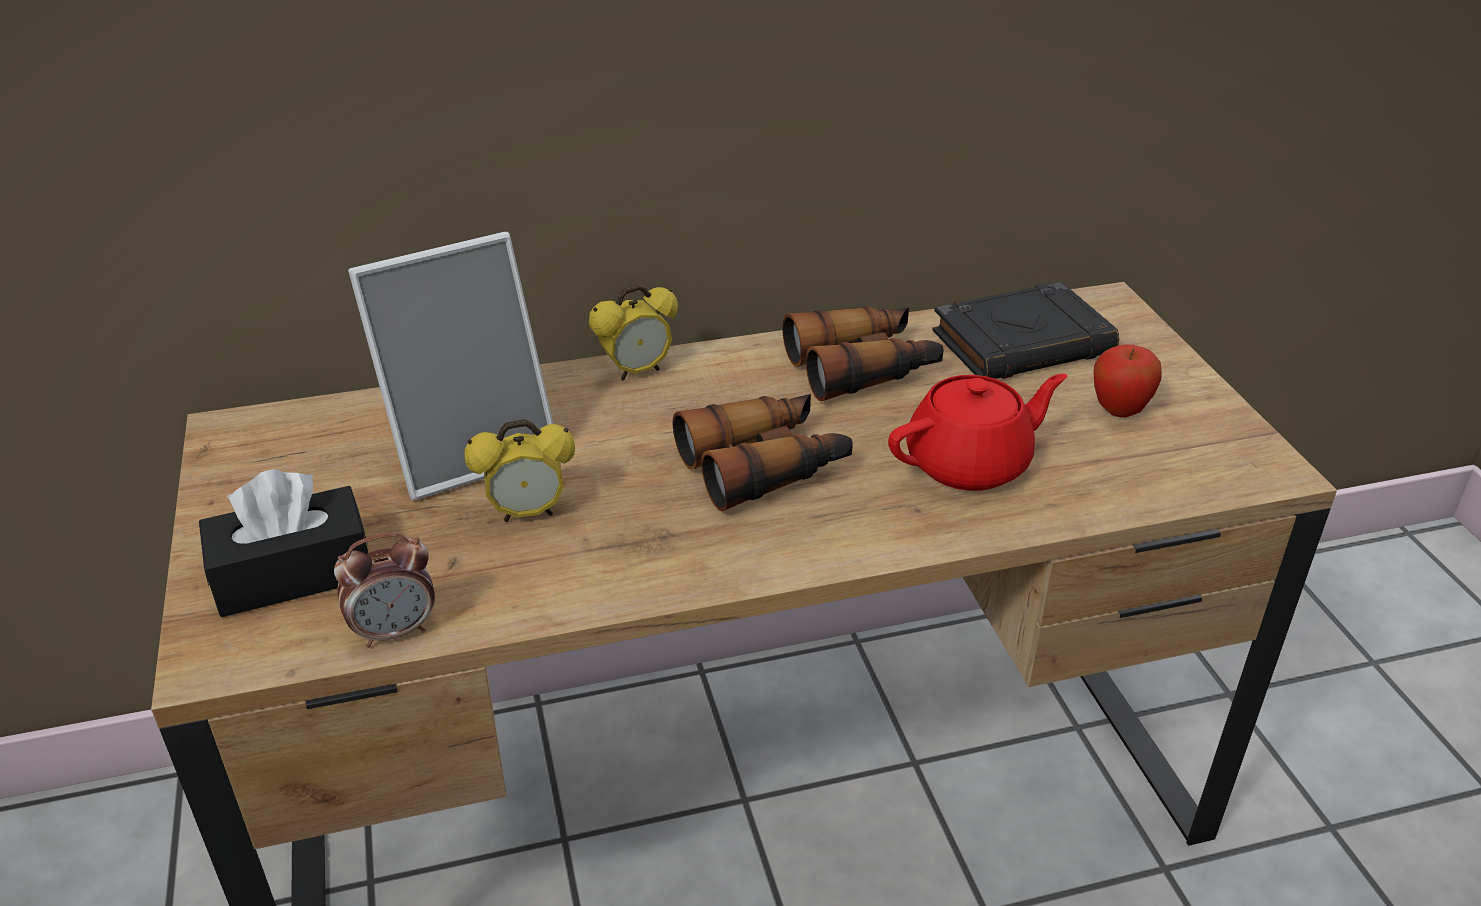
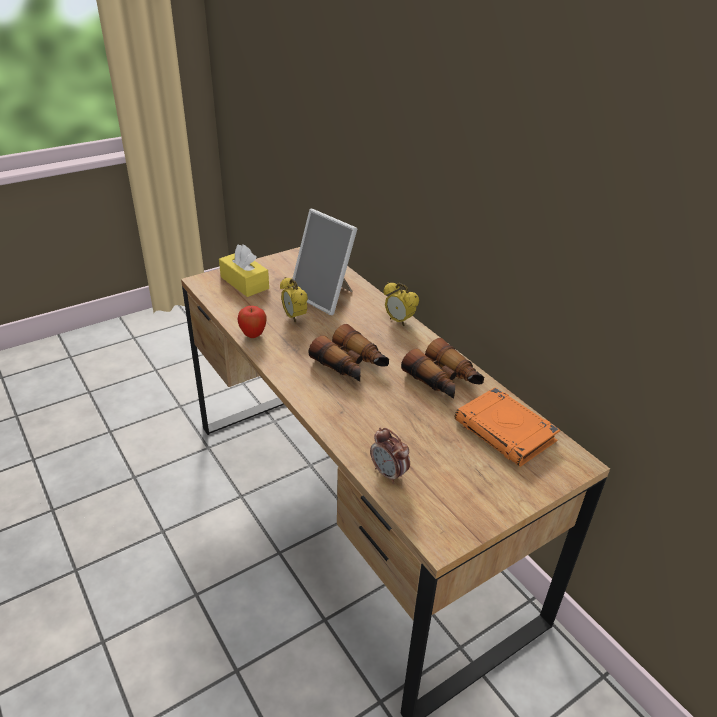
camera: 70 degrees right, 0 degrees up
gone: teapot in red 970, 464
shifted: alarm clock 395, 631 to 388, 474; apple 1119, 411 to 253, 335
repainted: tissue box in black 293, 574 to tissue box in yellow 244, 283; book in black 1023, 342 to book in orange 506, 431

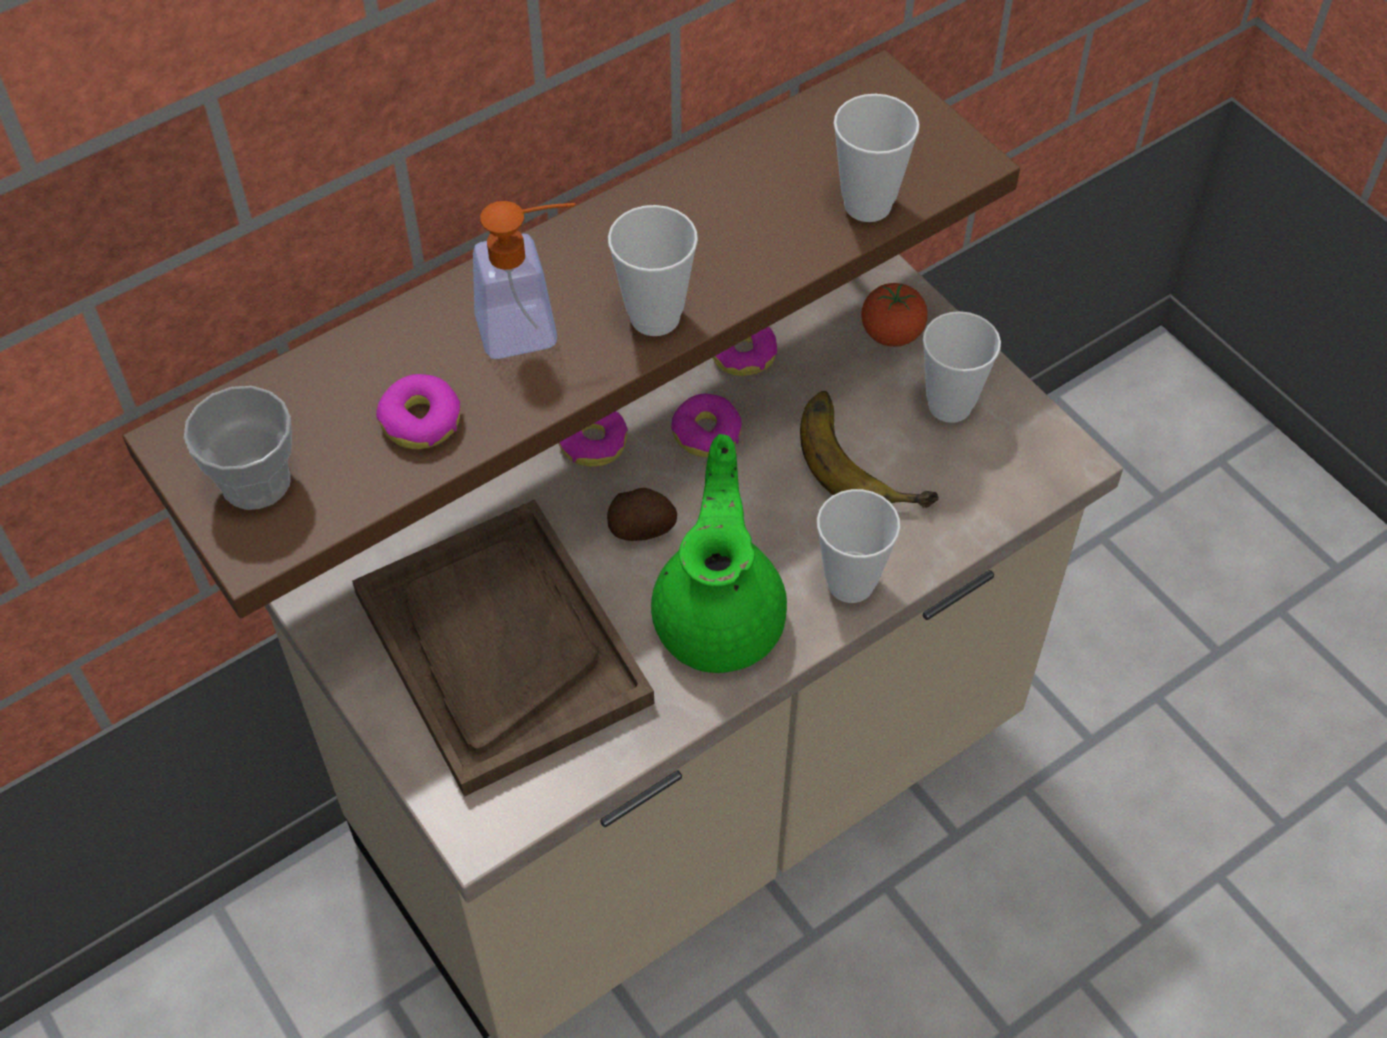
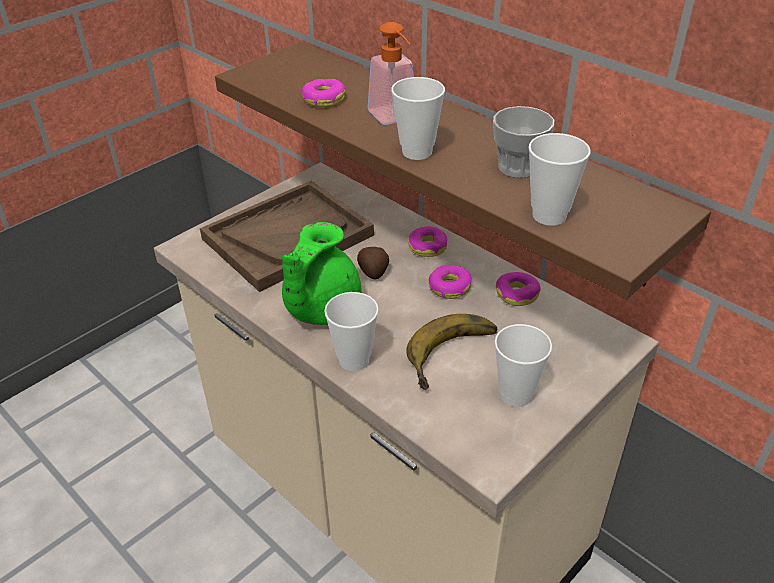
camera: 80 degrees right, 15 degrees down
gone: tomato 891, 334
shifted: cup 256, 481 to 518, 167
rotated: teapot in green 721, 616 = 319, 309 120 degrees clockwise

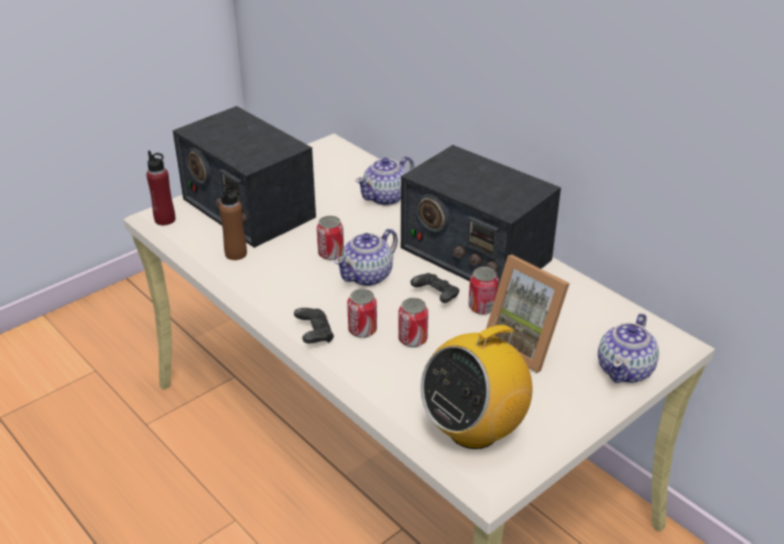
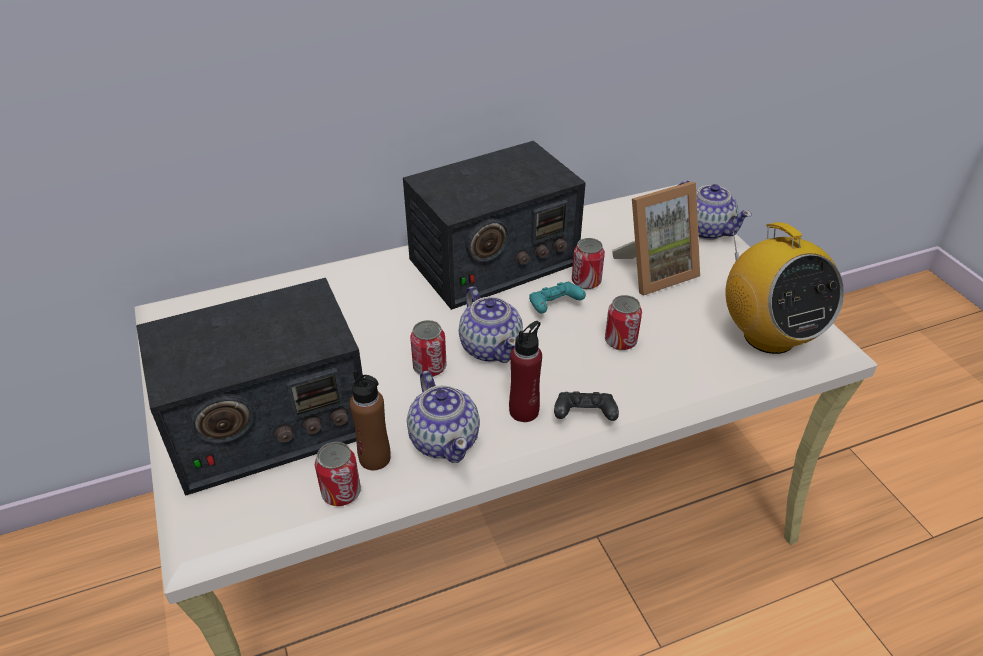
camera: 70 degrees left, 5 degrees up
shifted: bottle in red 165, 219 to 524, 411; can 362, 330 to 341, 492; teapot 386, 197 to 445, 439
repainted: game controller in black 436, 296 to game controller in turquoise 554, 307

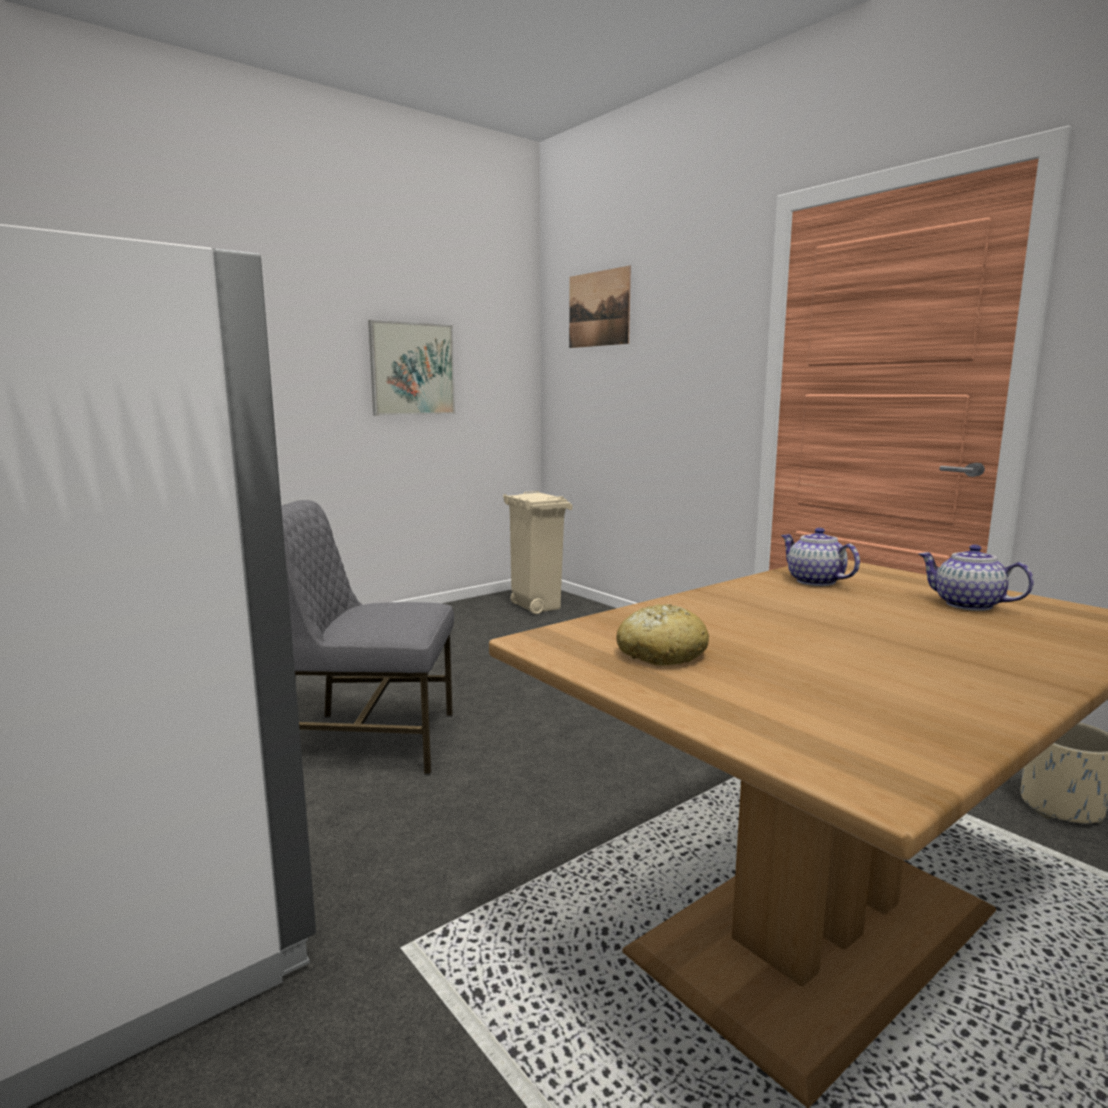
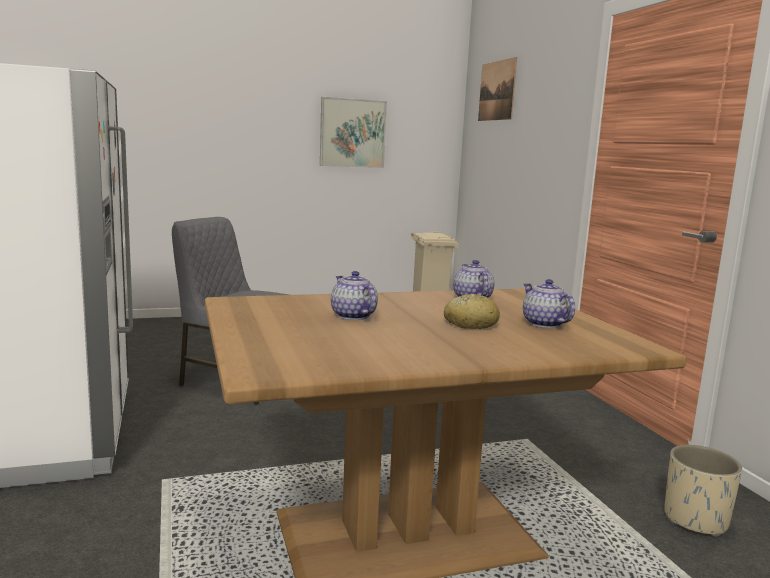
camera: 20 degrees right, 0 degrees up
new: teapot 352, 316
shifted: bread 661, 654 to 470, 324

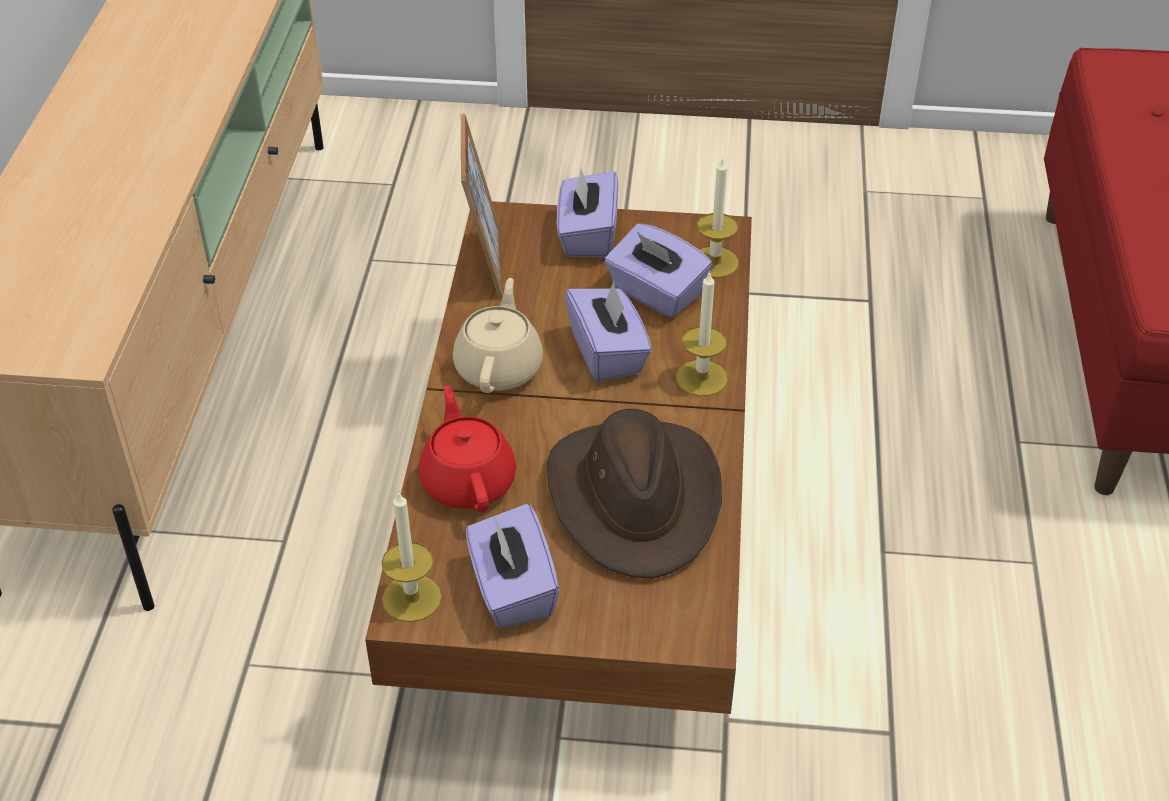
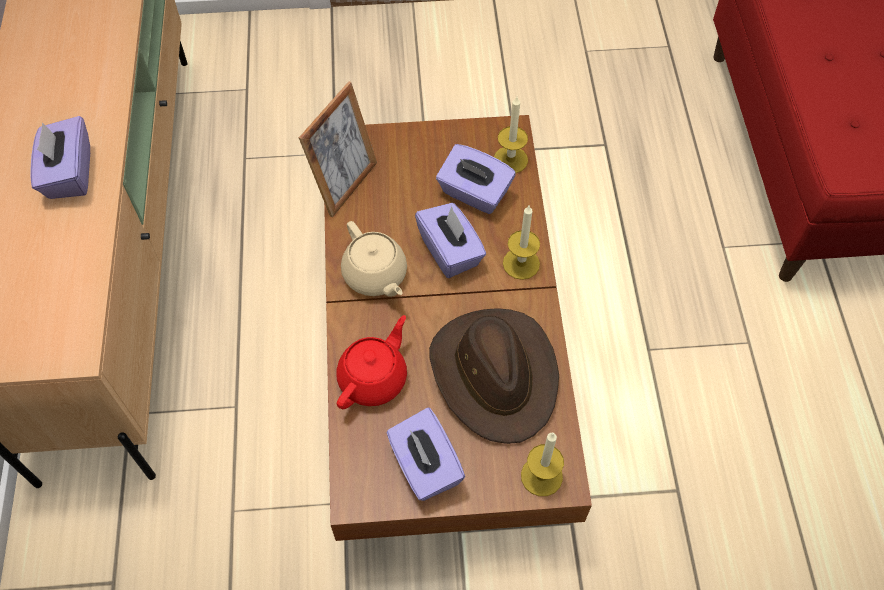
camera: 10 degrees left, 15 degrees up
shifted: candle 411, 598 to 541, 476; tissue box in purple 587, 236 to 69, 174
rotated: teapot in red 468, 481 = 374, 378 60 degrees clockwise; teapot in beige 499, 367 = 375, 275 150 degrees clockwise; picture frame 485, 264 = 345, 185 45 degrees clockwise

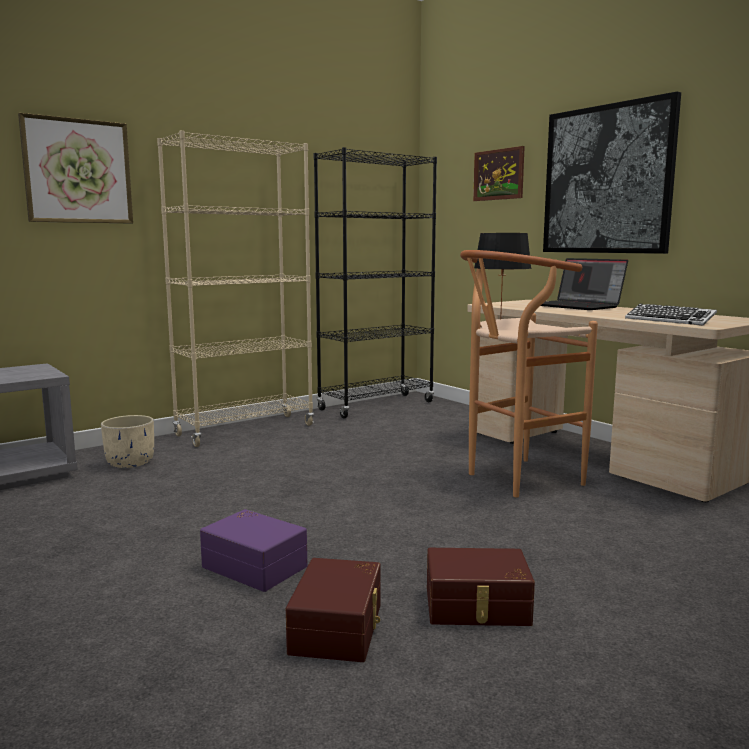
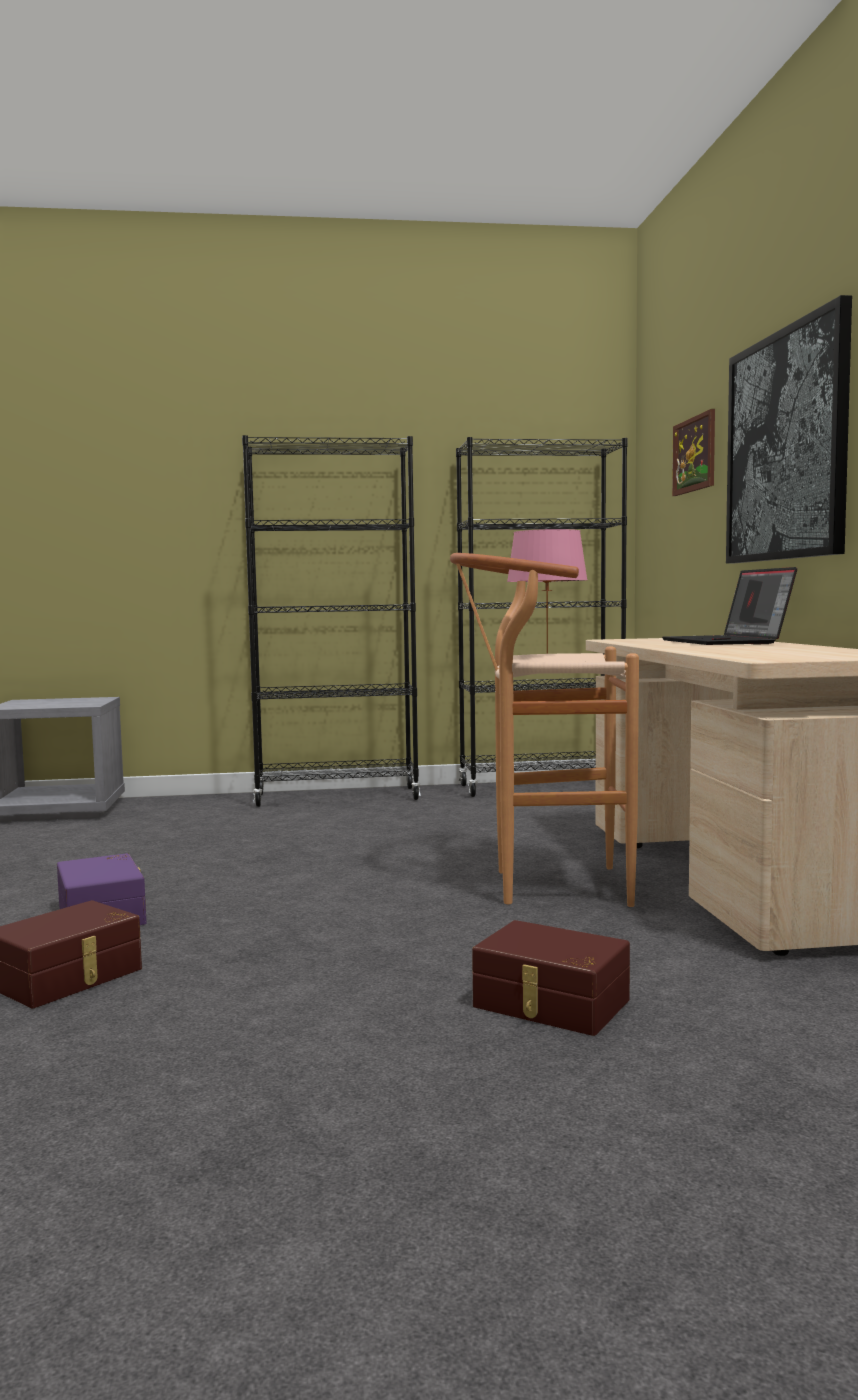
camera: 30 degrees right, 5 degrees down
gone: picture 78, 171; planter in beige 131, 462; keyboard 669, 320
shifted: storage box in brown 477, 607 to 550, 1004
repainted: bookcase in beige 245, 430 to bookcase in black 337, 797; table lamp in black 501, 319 to table lamp in pink 548, 653

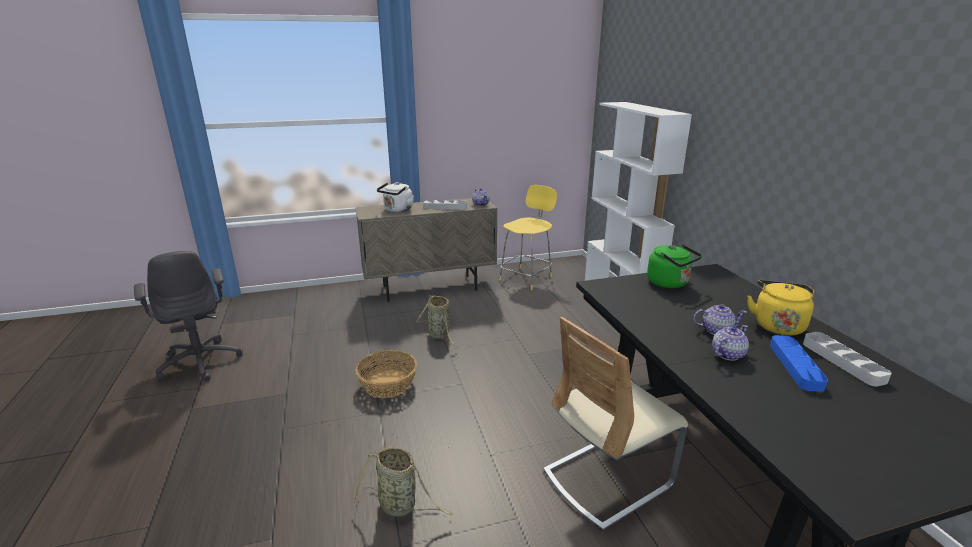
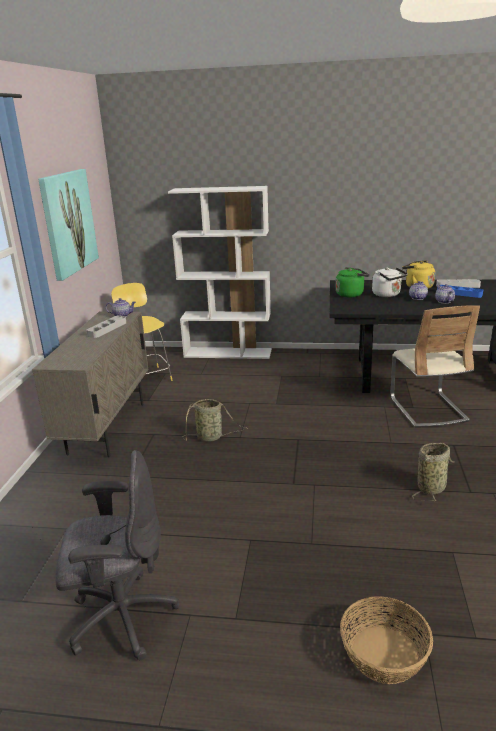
camera: 65 degrees left, 0 degrees up
new: picture 68, 222
shifted: basket 388, 384 to 383, 653; kettle in white 397, 210 to 388, 295

